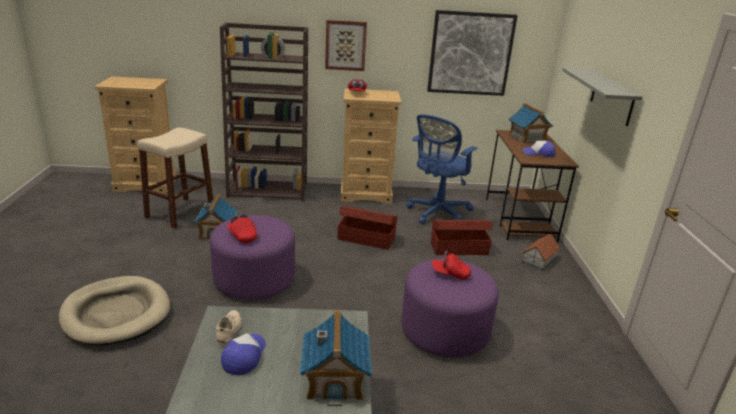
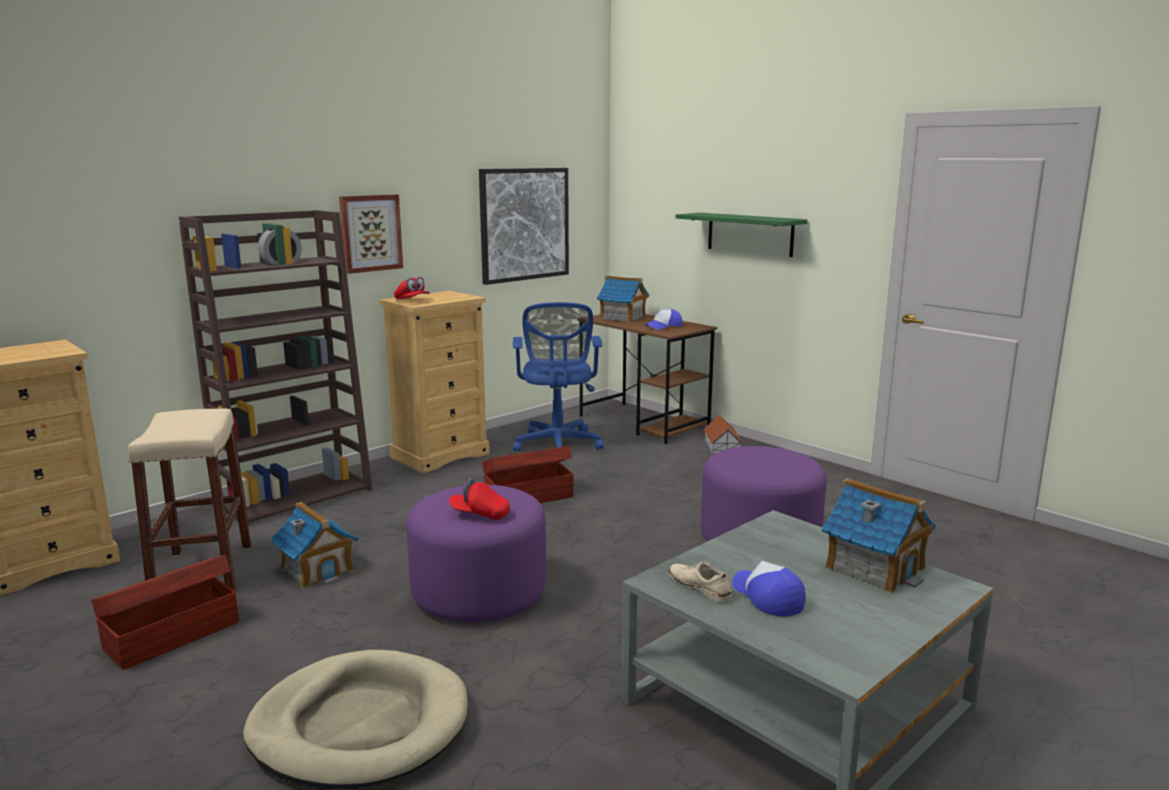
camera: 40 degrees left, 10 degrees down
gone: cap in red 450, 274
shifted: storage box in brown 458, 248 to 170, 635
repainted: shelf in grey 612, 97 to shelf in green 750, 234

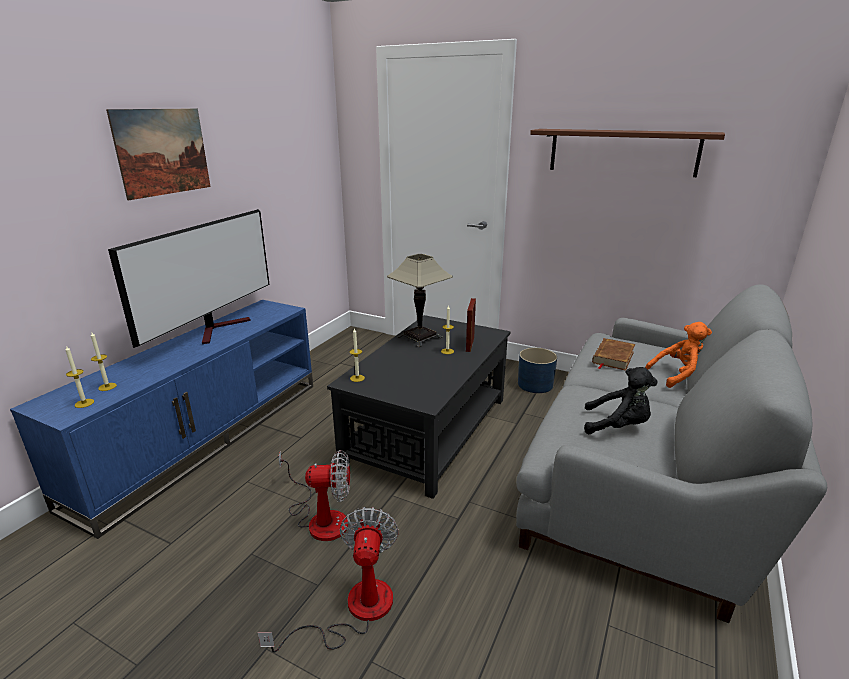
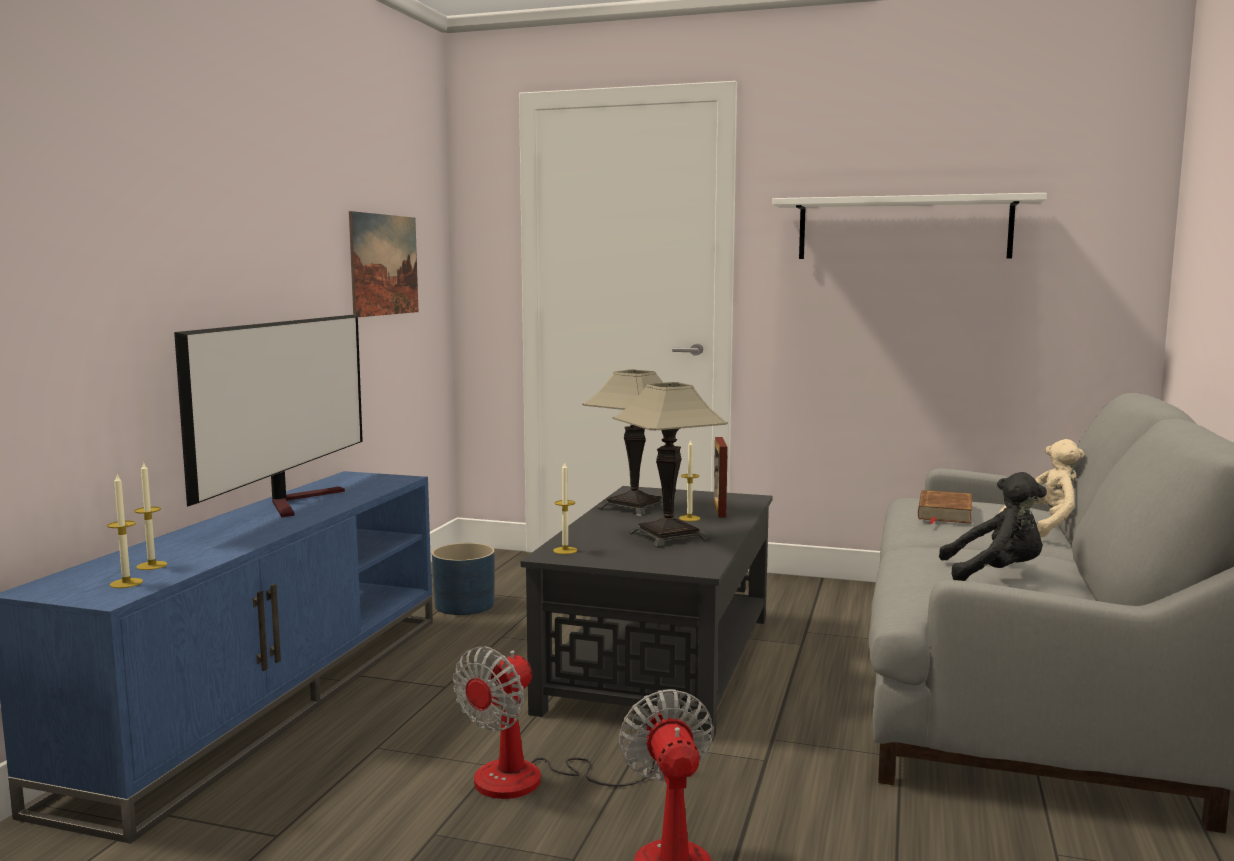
camera: 10 degrees left, 15 degrees down
new: table lamp 668, 536
shifted: picture 163, 152 to 384, 265; planter in blue 535, 384 to 465, 605
repainted: shelf in brown 622, 152 to shelf in white 903, 229; plush toy in orange 678, 375 to plush toy in beige 1047, 526
rotated: fan 320, 518 = 534, 779 135 degrees clockwise

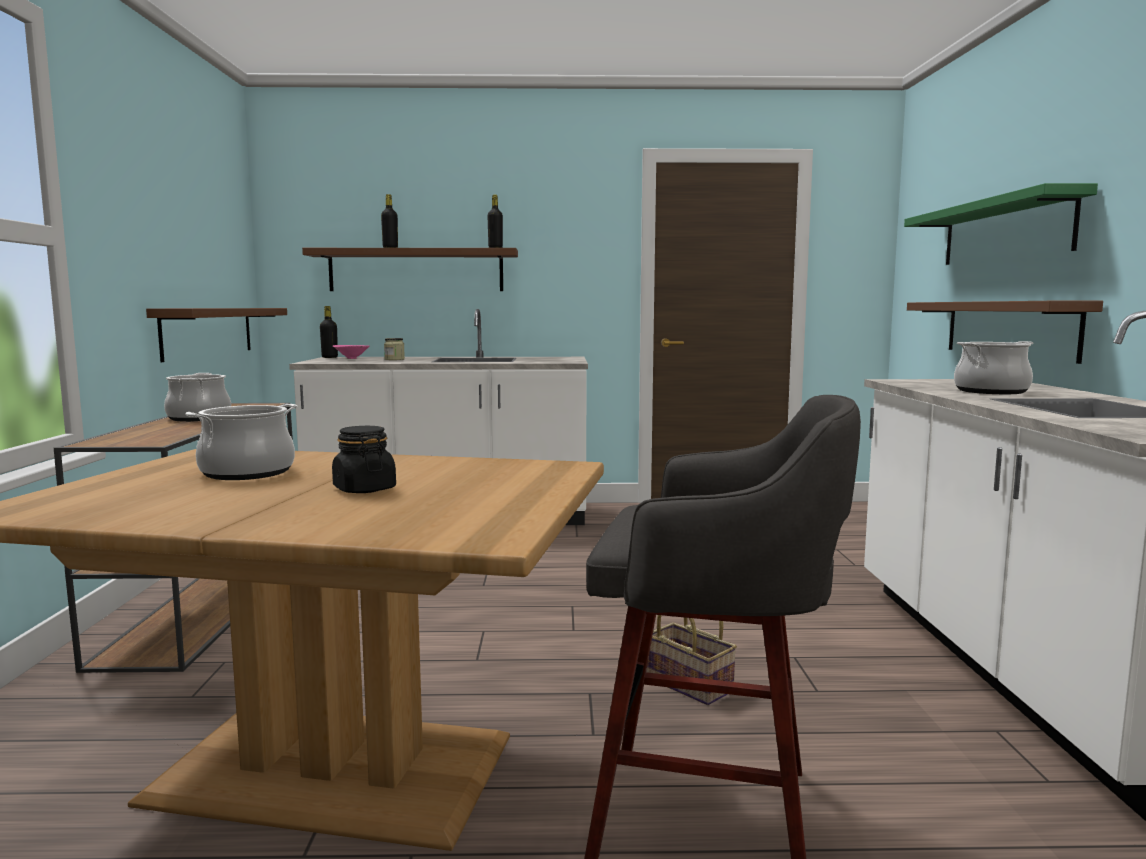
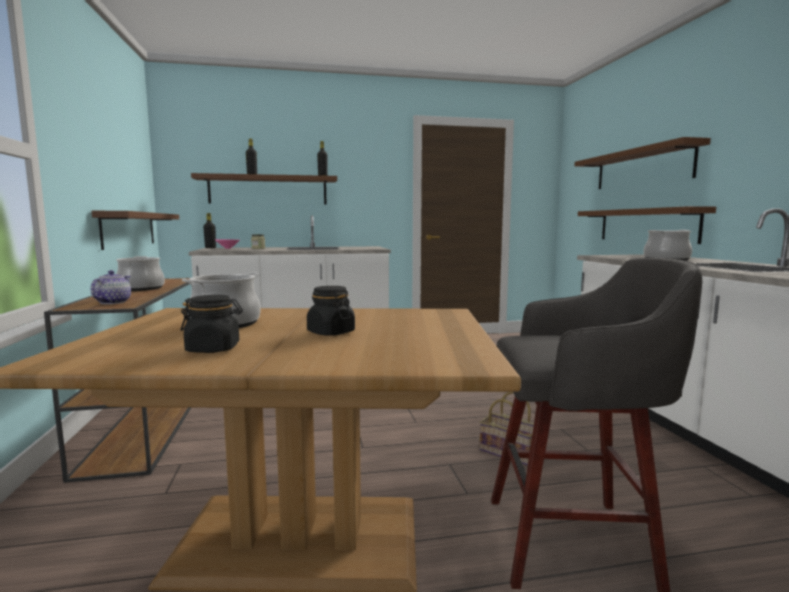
camera: 10 degrees left, 0 degrees up
new: teapot 113, 302; jar in black 213, 349
repainted: shelf in green 1004, 231 to shelf in brown 642, 168

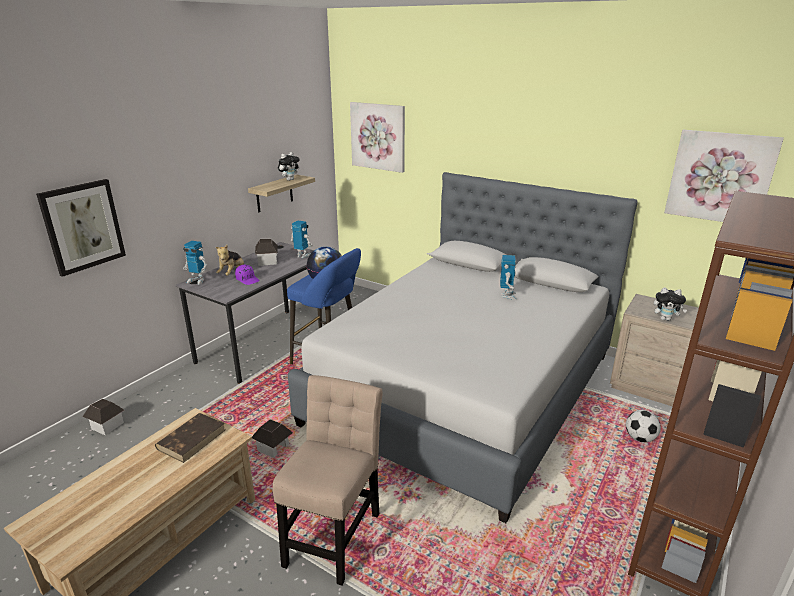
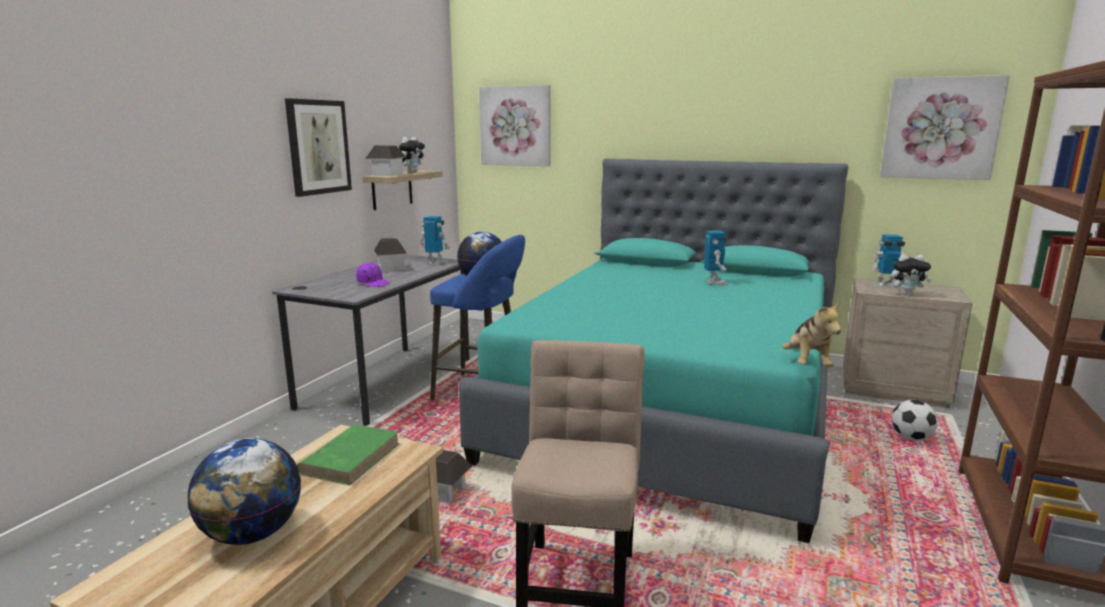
camera: 10 degrees left, 10 degrees down
new: globe 252, 534
shifted: picture 83, 226 to 318, 147; toy house 107, 425 to 387, 175; toy robot 197, 280 to 886, 285; plush toy 232, 273 to 807, 364
repainted: book in brown 192, 439 to book in green 351, 457; bed in grey 465, 388 to bed in turquoise 673, 407

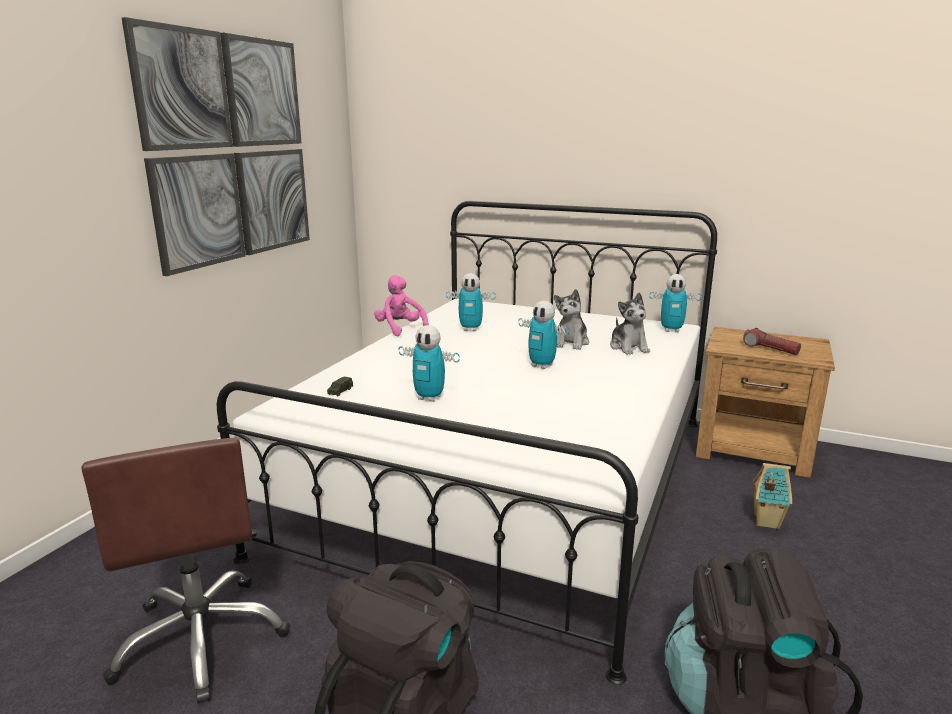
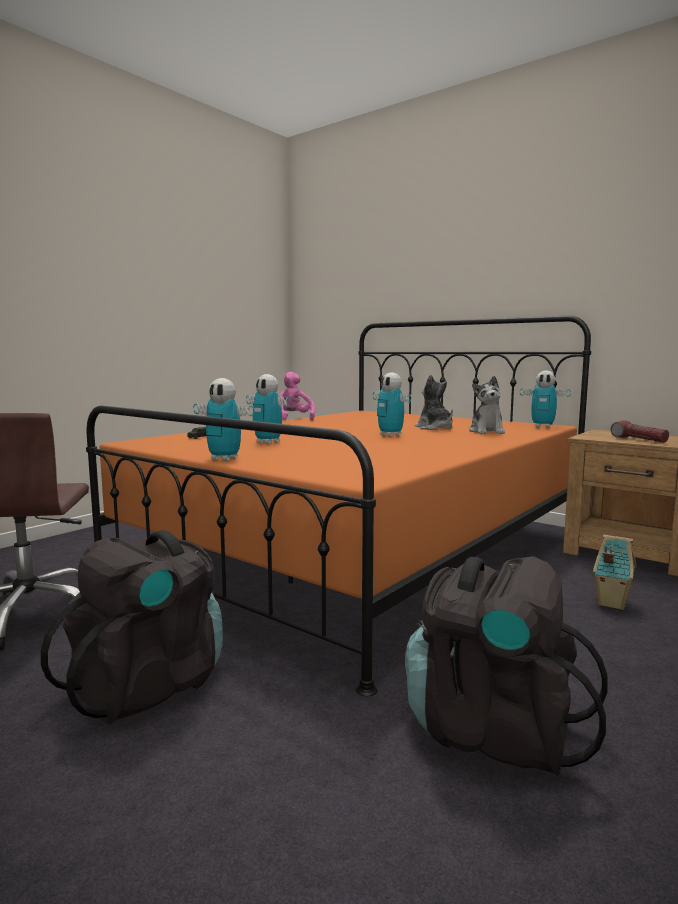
camera: 15 degrees right, 10 degrees down
gone: picture 231, 149
shifted: toy robot 470, 329 to 224, 459
repainted: bed in white 507, 480 to bed in orange 362, 551
rotated: plush toy 571, 343 = 434, 428 120 degrees clockwise

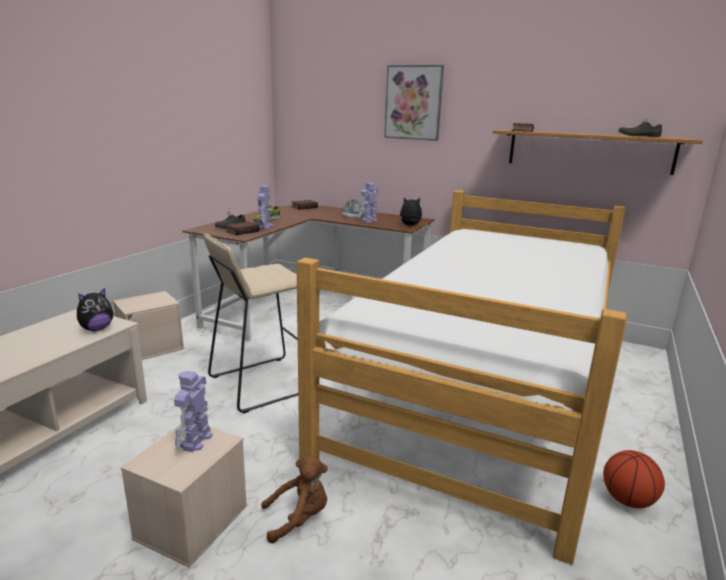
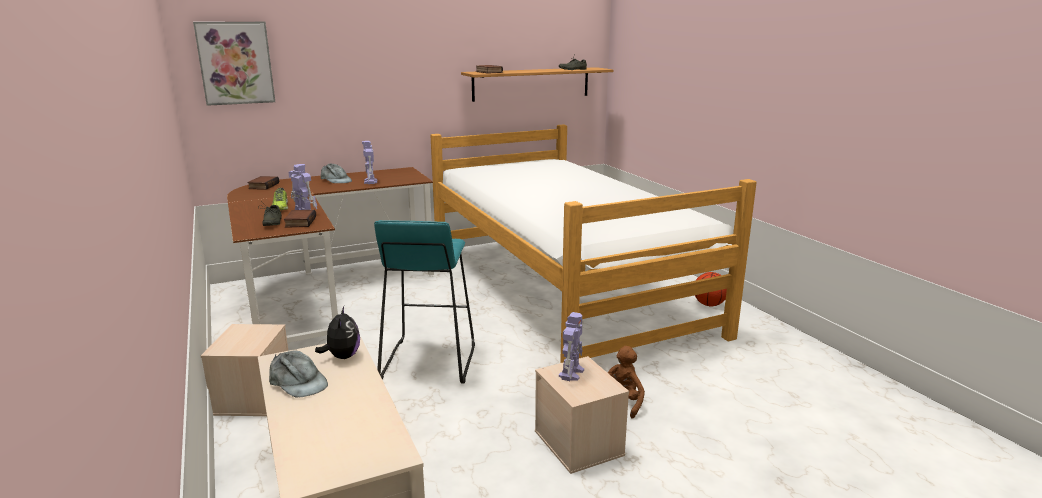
camera: 50 degrees left, 0 degrees up
gone: plush toy 410, 225
new: cap in grey 298, 382
shifted: picture 413, 103 to 235, 63
repainted: stool in beige 261, 383 to stool in turquoise 428, 361
rotated: toy robot 195, 441 = 571, 373 120 degrees counterclockwise

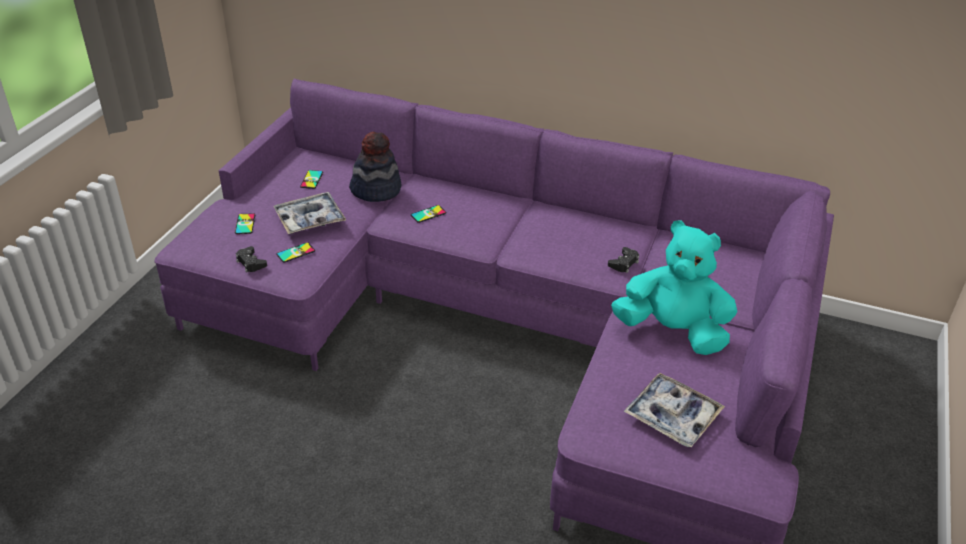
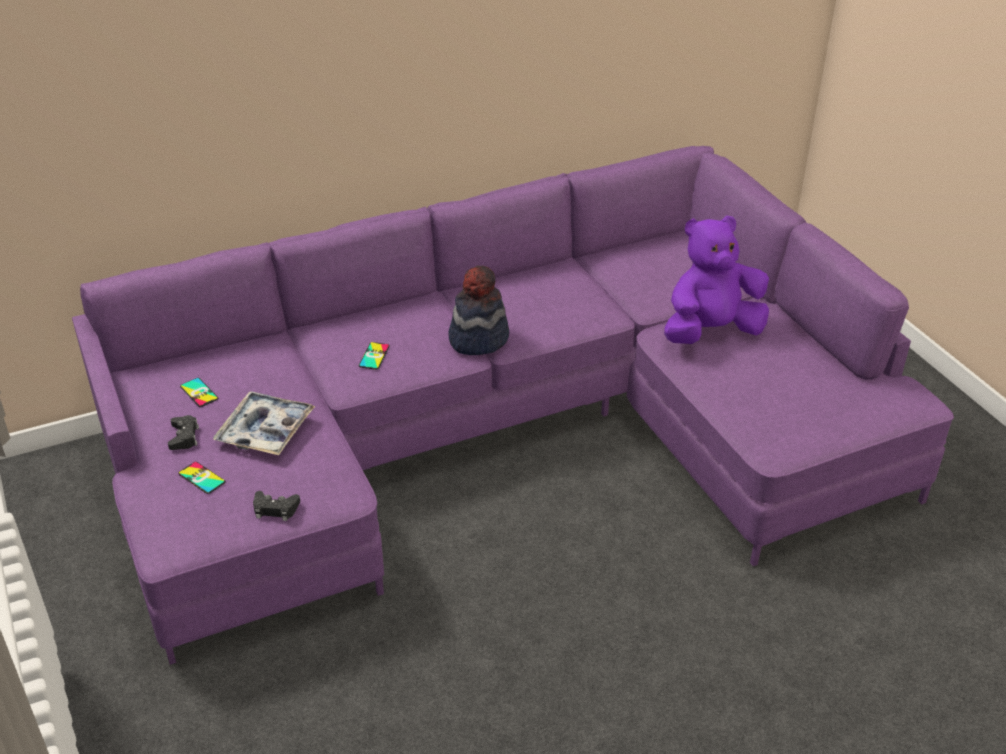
camera: 45 degrees left, 0 degrees up
gone: phone 295, 253; tray 672, 416
shifted: hat 376, 190 to 478, 338; game controller in black 624, 263 to 184, 437
repainted: plush toy in turquoise 672, 332 to plush toy in purple 710, 332

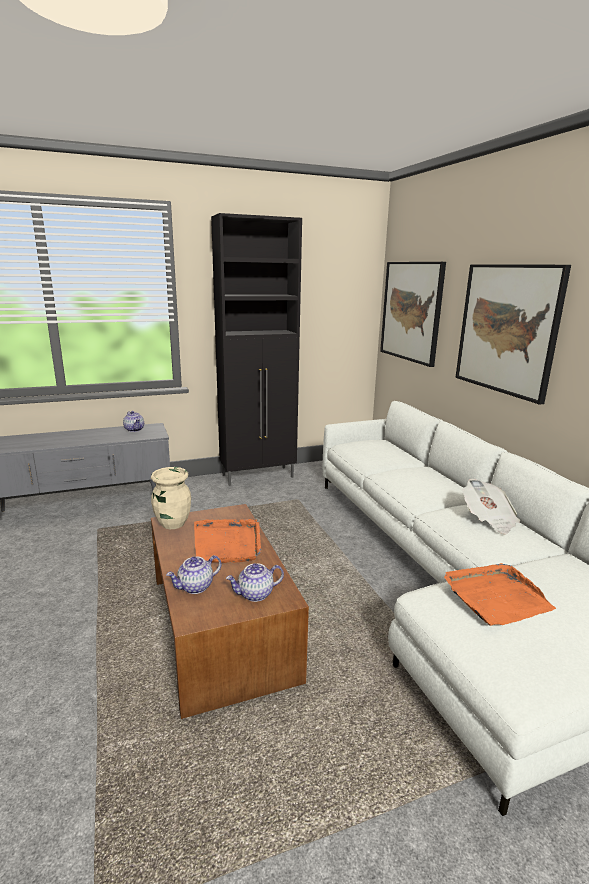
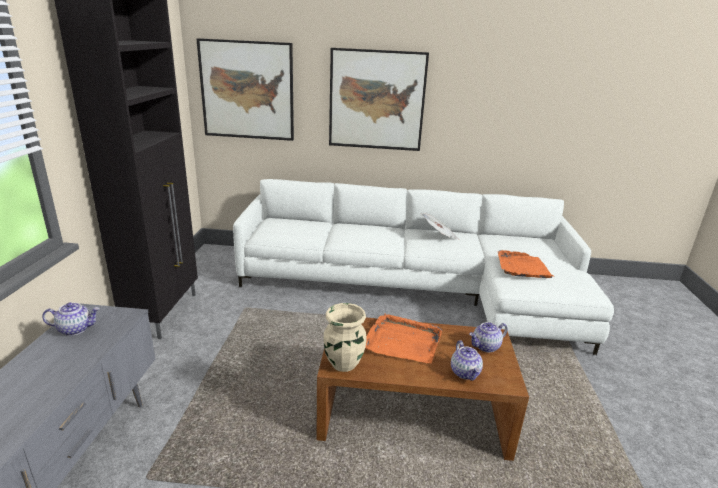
camera: 65 degrees left, 5 degrees up
rotated: teapot 255, 594 = 486, 346 60 degrees clockwise

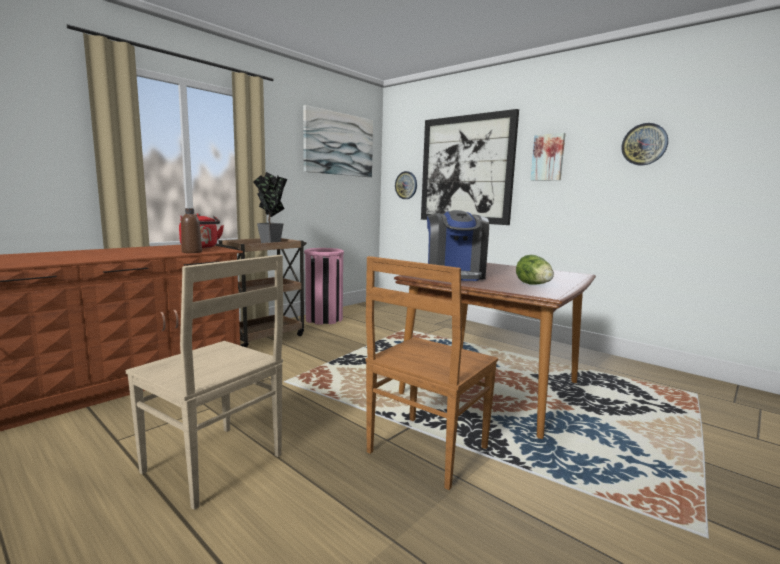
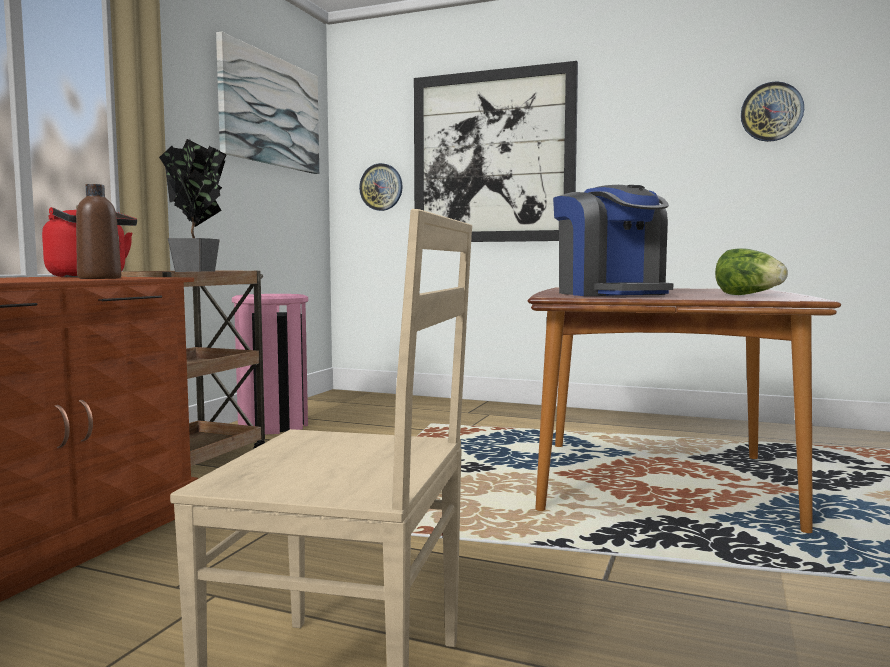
camera: 20 degrees left, 5 degrees down
gone: chair in brown 425, 451; picture 548, 157

